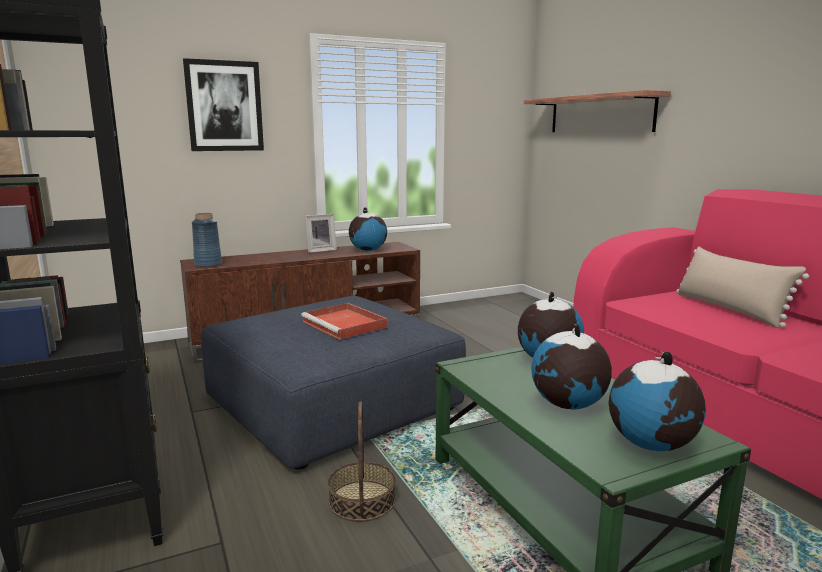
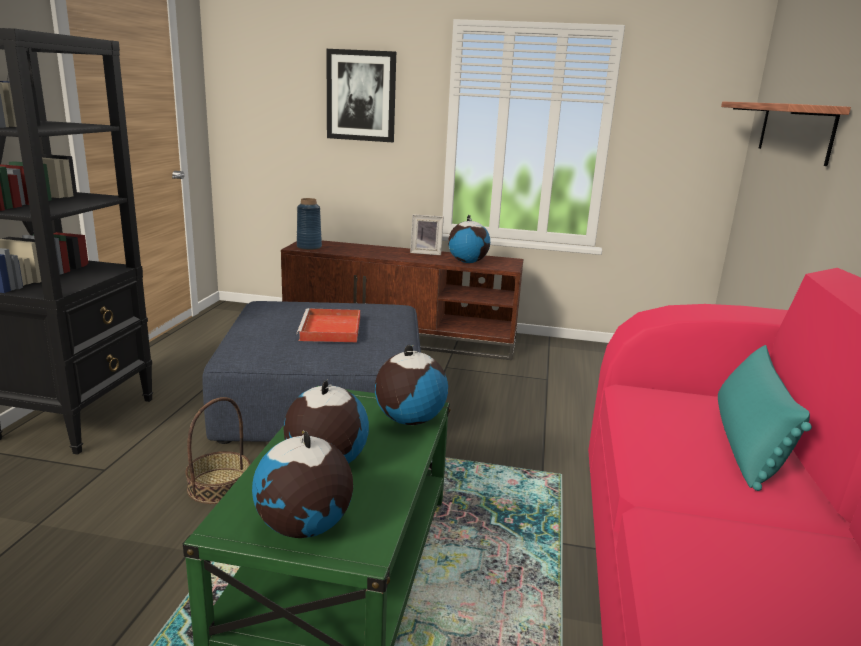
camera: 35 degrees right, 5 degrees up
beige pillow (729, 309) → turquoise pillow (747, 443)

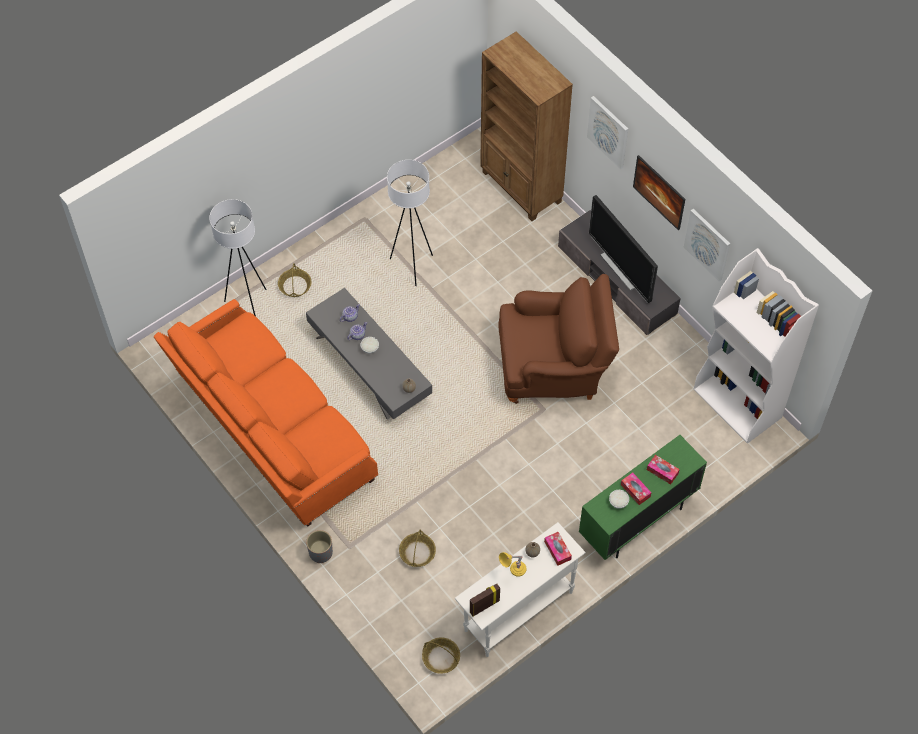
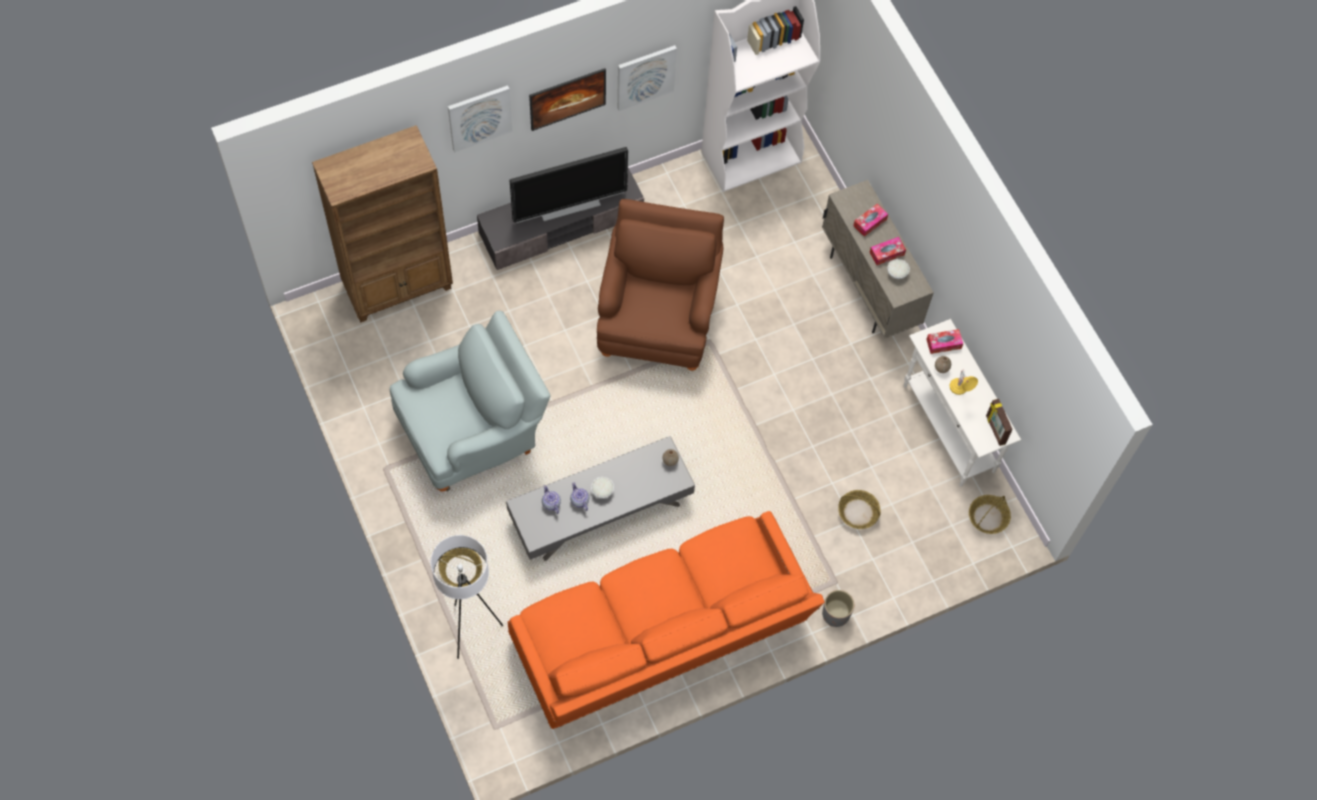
camera: 80 degrees left, 5 degrees up
white floor lamp (412, 266) → grey armchair (473, 431)
green cabinet (637, 521) → beige cabinet (868, 288)

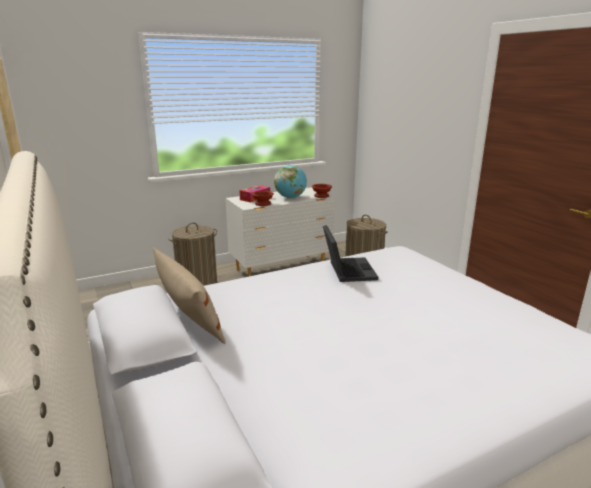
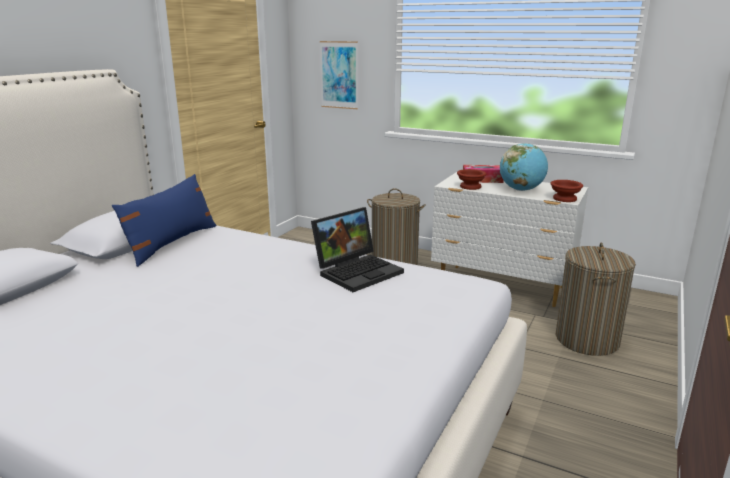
camera: 55 degrees right, 0 degrees up
beige pillow (188, 318) → blue pillow (172, 243)
- → picture (339, 75)

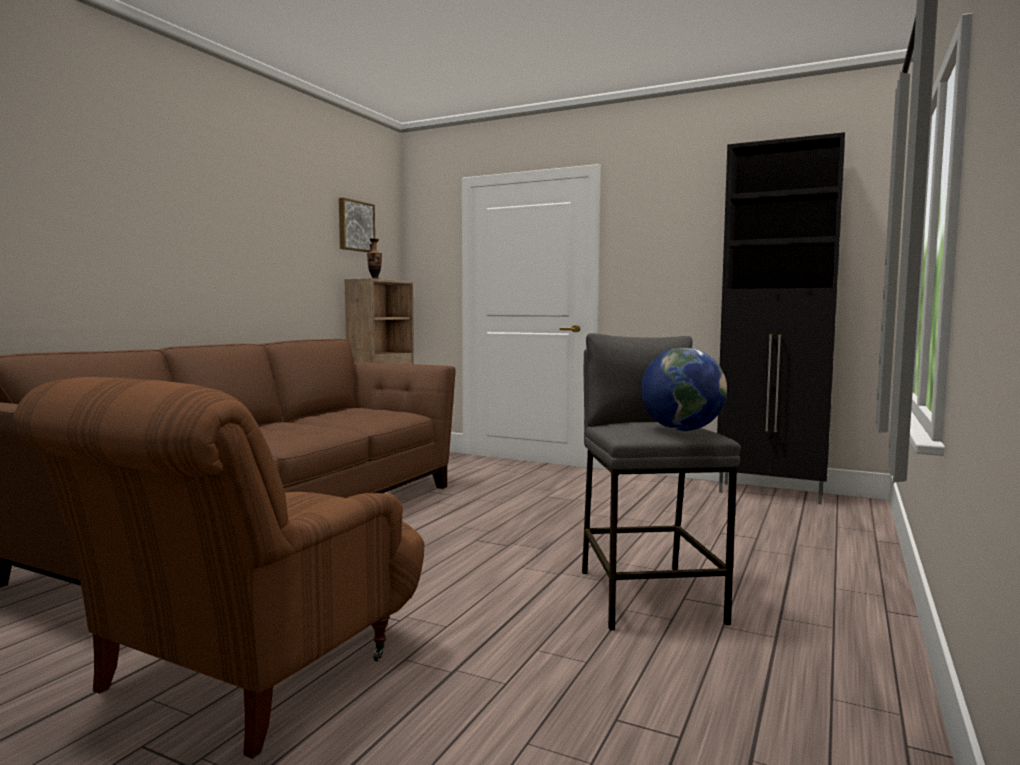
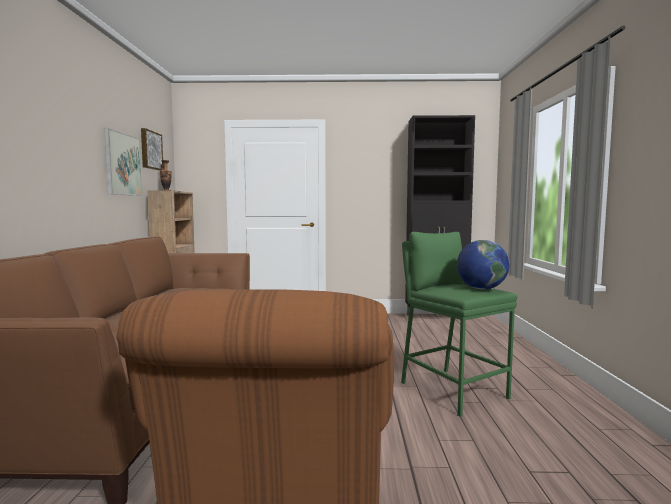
camera: 25 degrees left, 0 degrees up
grey stool (648, 595) → green stool (452, 390)
- → picture (123, 164)

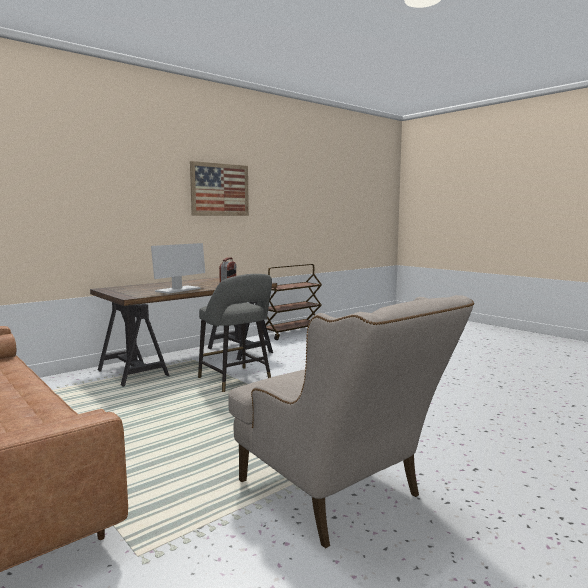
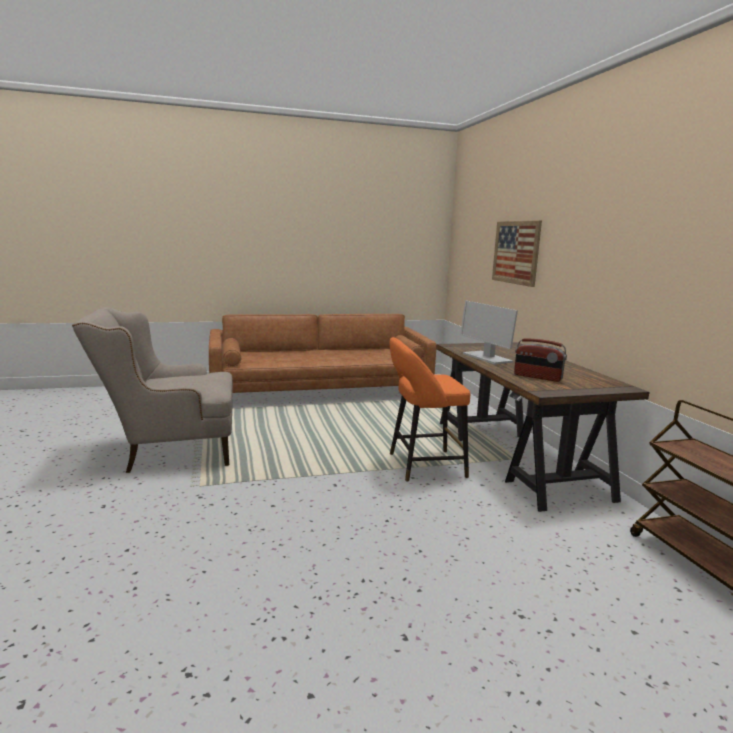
camera: 115 degrees right, 5 degrees up
picture (220, 189) → picture (516, 252), shifted
grey stool (236, 380) → orange stool (422, 466)

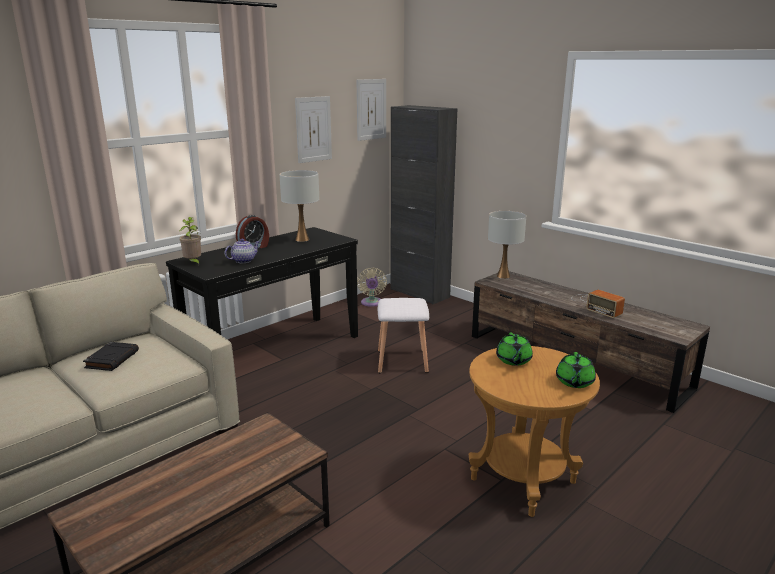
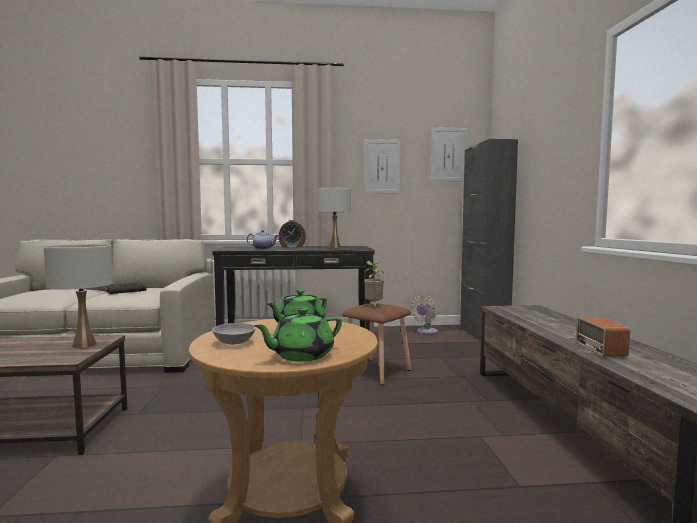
camera: 40 degrees right, 15 degrees down
white table lamp (503, 276) → white table lamp (85, 344), shifted
potted plant (193, 263) → potted plant (373, 306), shifted
white stool (401, 361) → brown stool (376, 371)
- → grey bowl (234, 343)

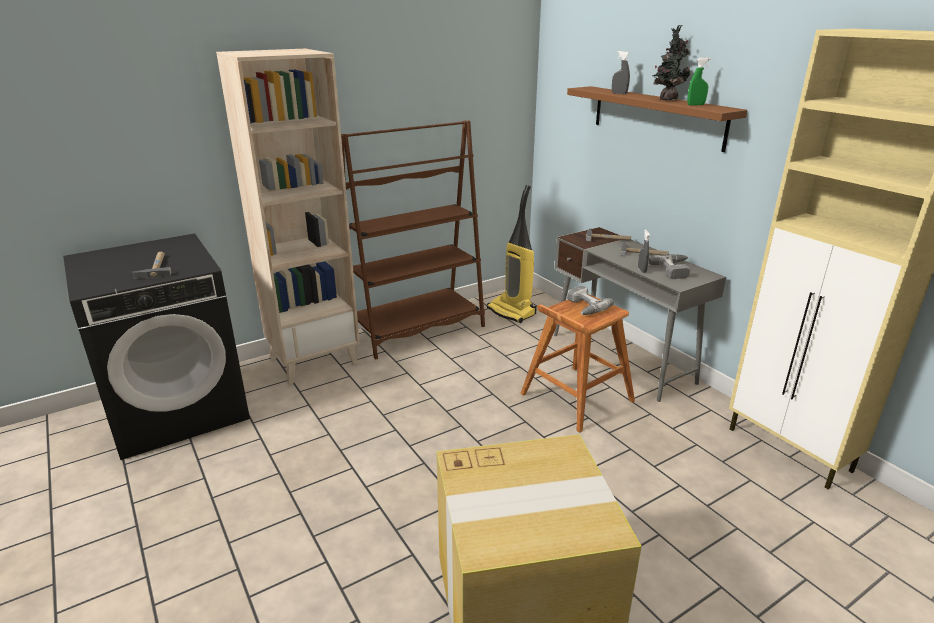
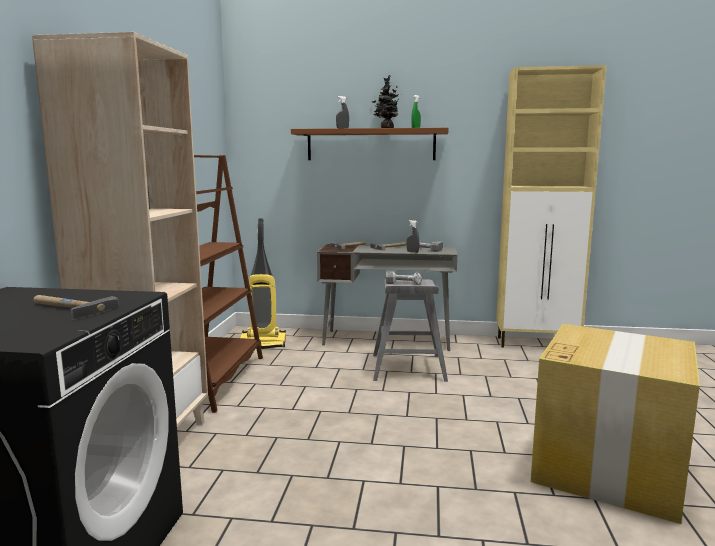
camera: 50 degrees left, 15 degrees down
brown stool (575, 398) → grey stool (408, 368)

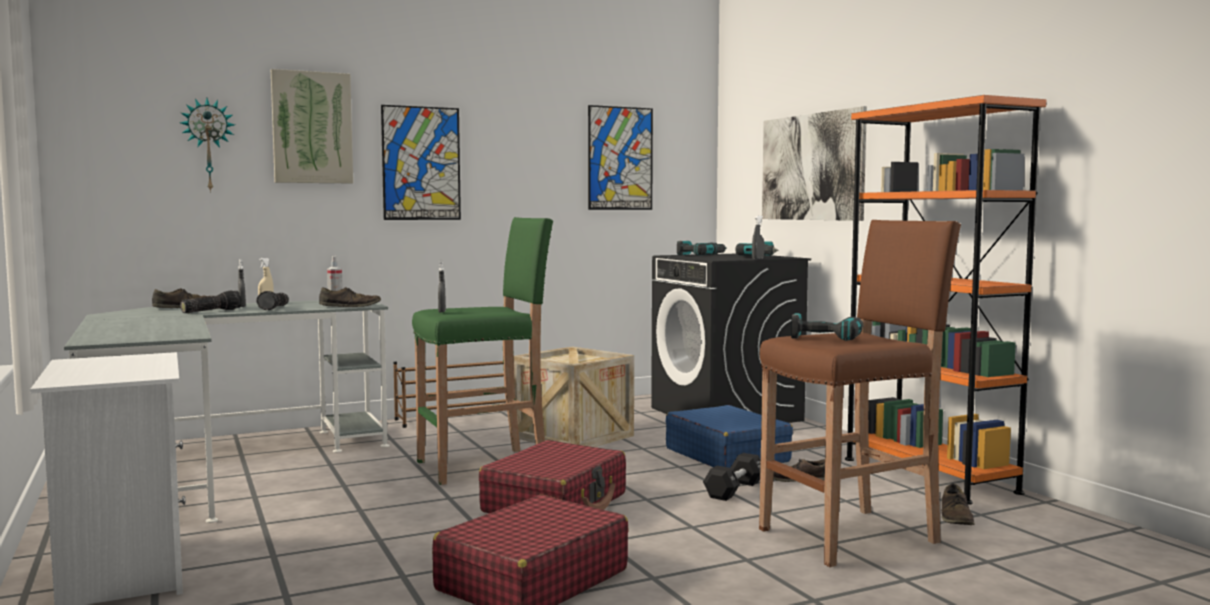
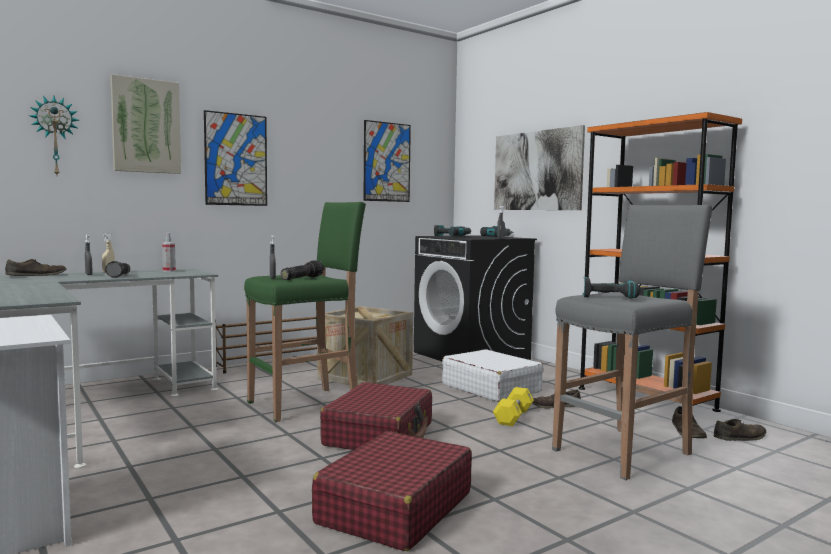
camera: 10 degrees left, 0 degrees up
brown stool (852, 536) → grey stool (624, 451)
brown shoe (350, 306) → brown shoe (740, 437), shifted
flashlight (211, 311) → flashlight (301, 278), shifted
blue suitcase (727, 455) → white suitcase (491, 388)
black dumbbell (734, 490) → yellow dumbbell (513, 416)

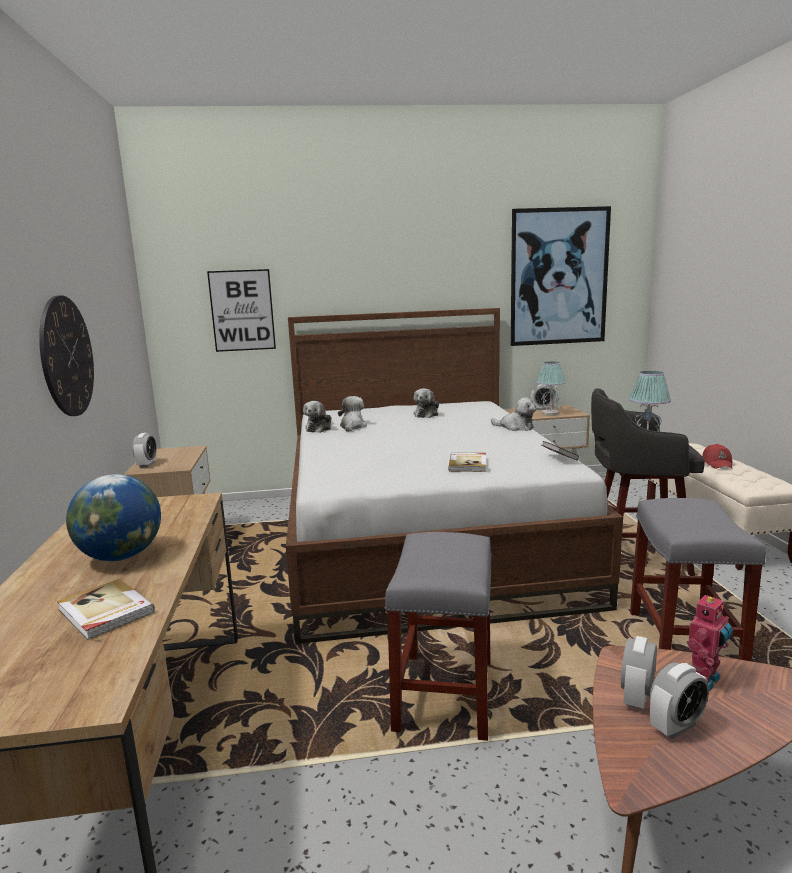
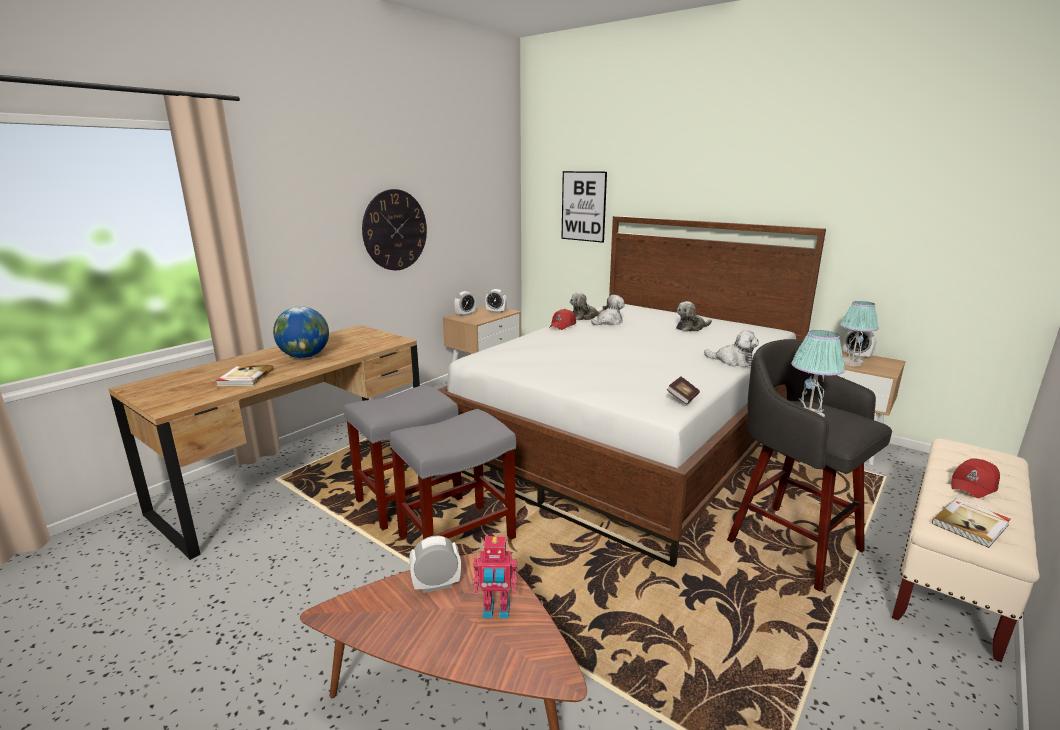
camera: 45 degrees right, 5 degrees up
picture (559, 277) → -
plush toy (516, 427) → plush toy (732, 361), 45 degrees counterclockwise
book (468, 464) → book (971, 524), shifted
grey stool (685, 643) → grey stool (408, 501), shifted
alarm clock (676, 726) → alarm clock (496, 312), shifted
- → red cap (563, 325)

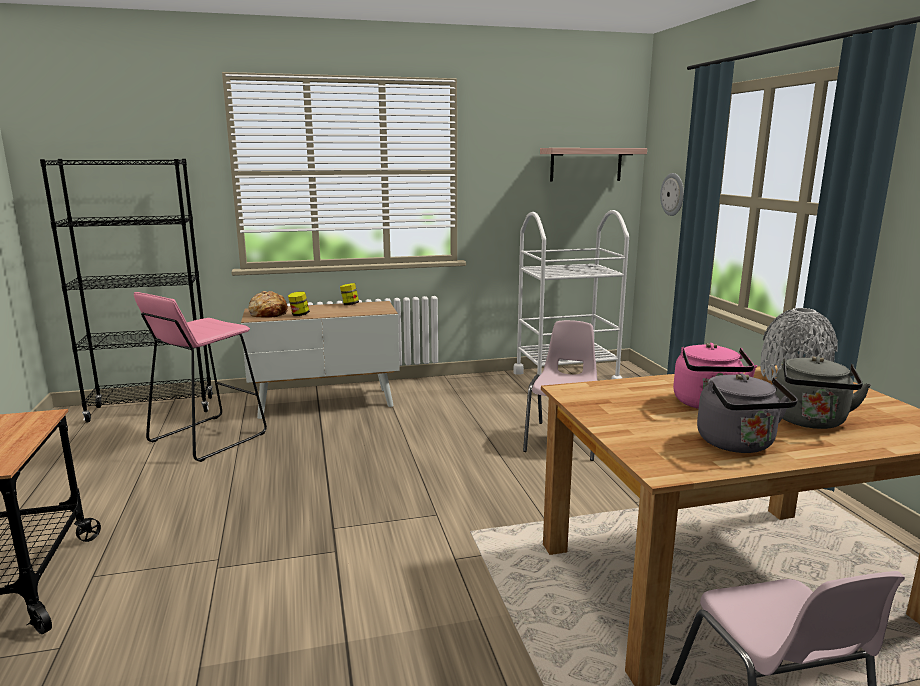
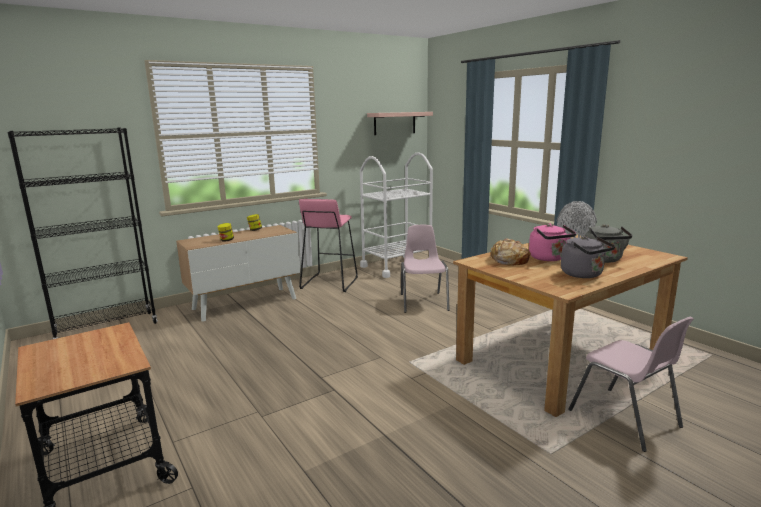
camera: 20 degrees left, 0 degrees up
wall clock (673, 194) → -
bread (268, 313) → bread (508, 260), shifted
pink stool (207, 438) → pink stool (329, 283), shifted

